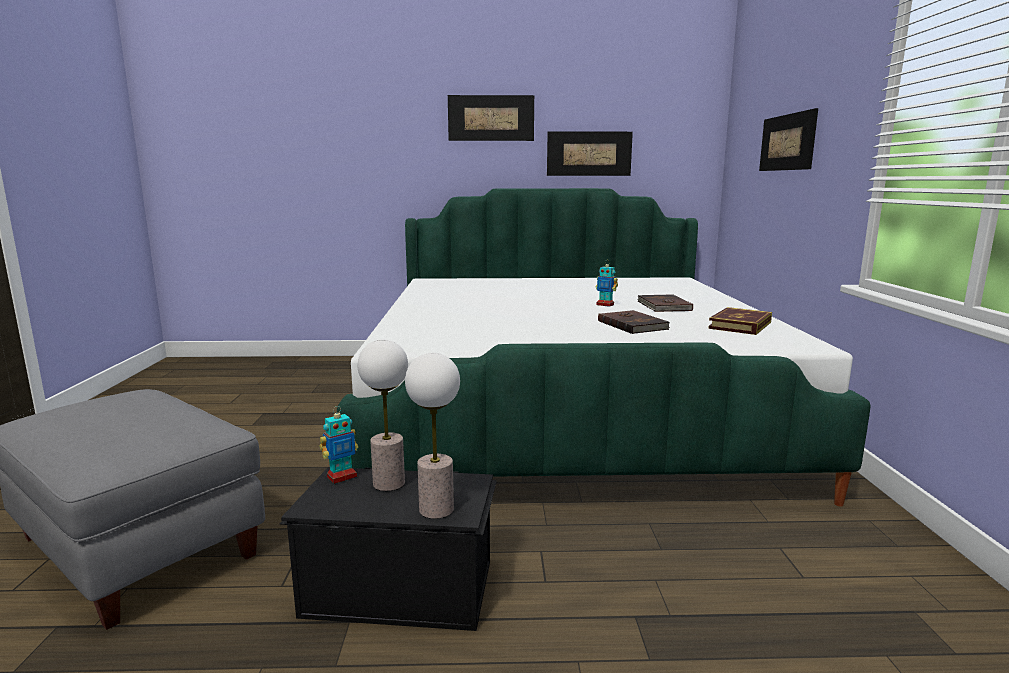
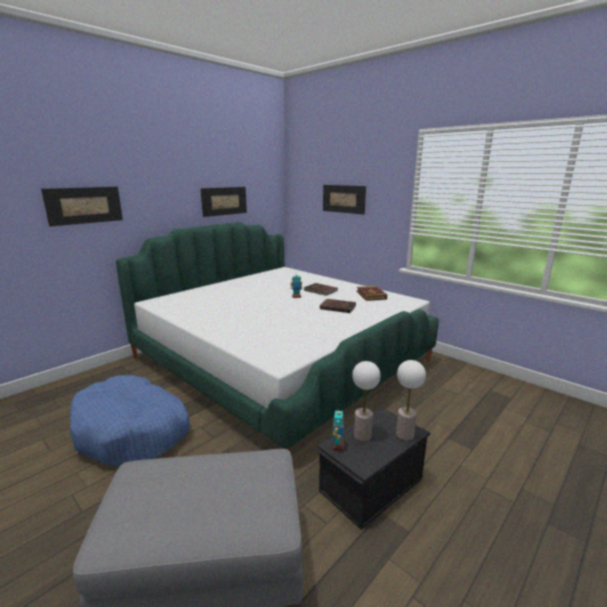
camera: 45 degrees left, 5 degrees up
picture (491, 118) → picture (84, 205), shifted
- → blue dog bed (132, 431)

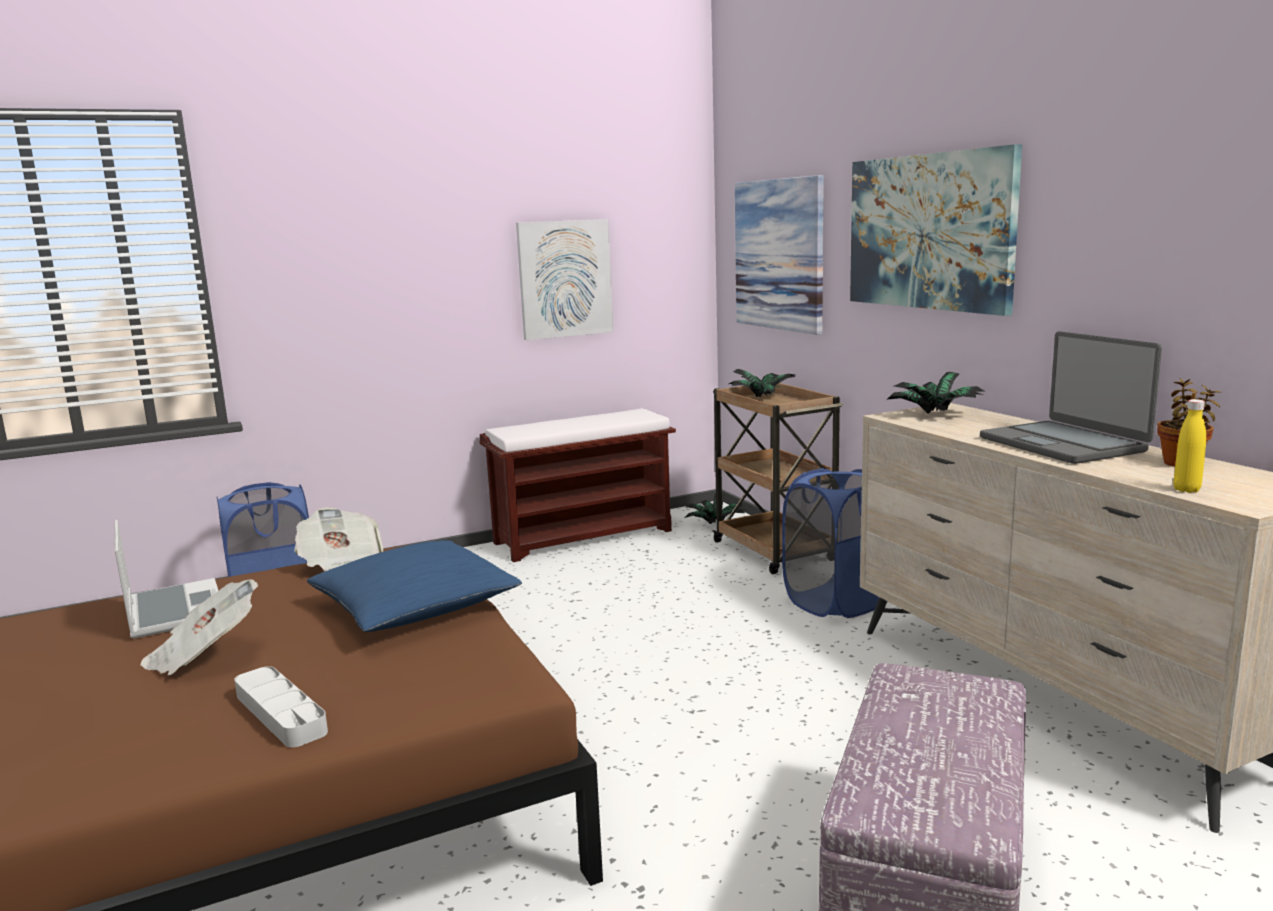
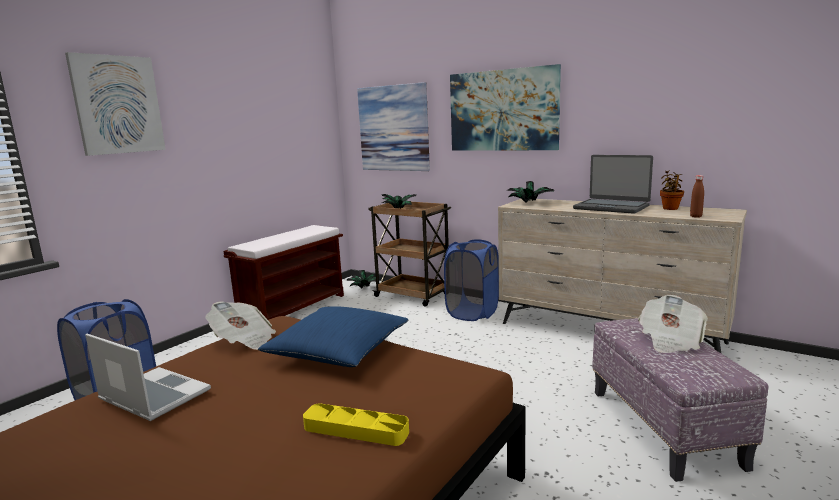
camera: 30 degrees left, 0 degrees up
picture (565, 279) → picture (117, 105), shifted
yellow bottle (1186, 490) → brown bottle (696, 216)
newspaper (204, 655) → newspaper (670, 340), shifted
grey tray (280, 713) → yellow tray (356, 430)

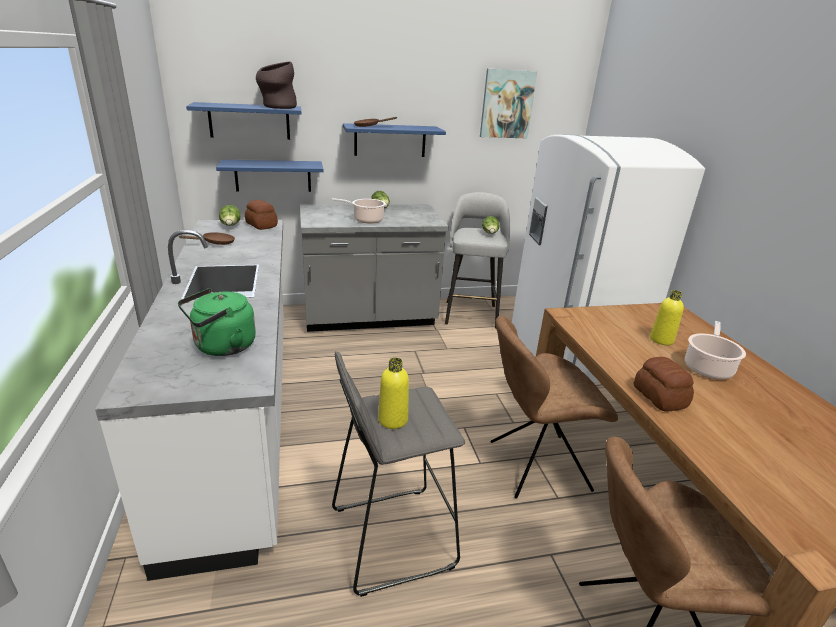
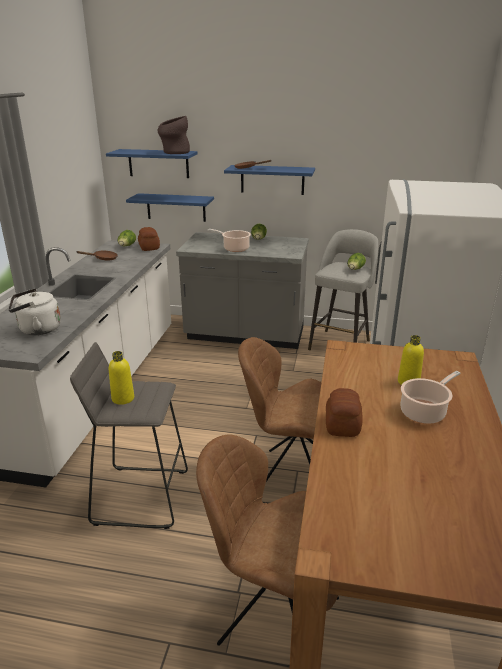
camera: 25 degrees right, 0 degrees up
picture (507, 104) → -
green kettle (222, 347) → white kettle (37, 330)

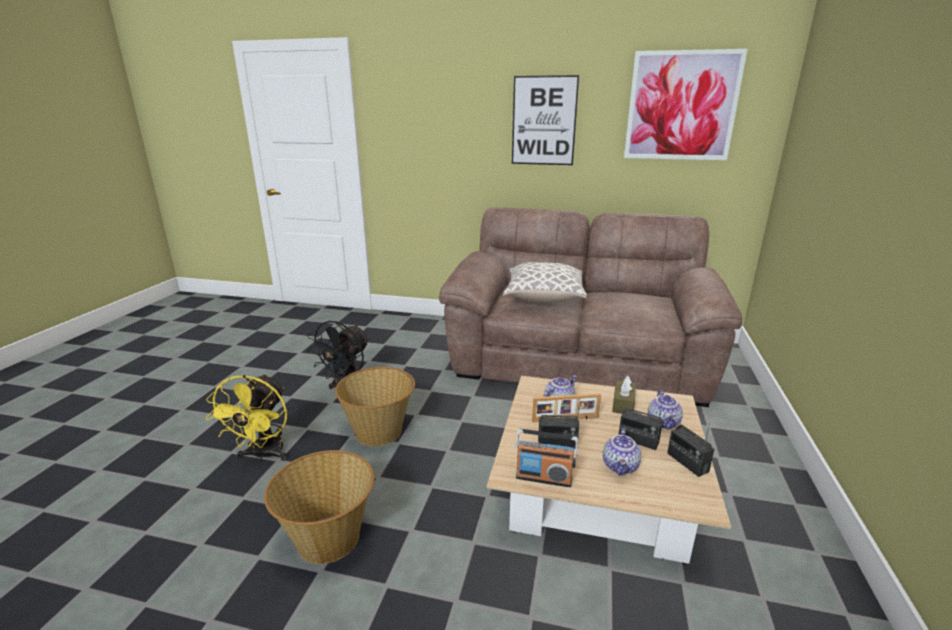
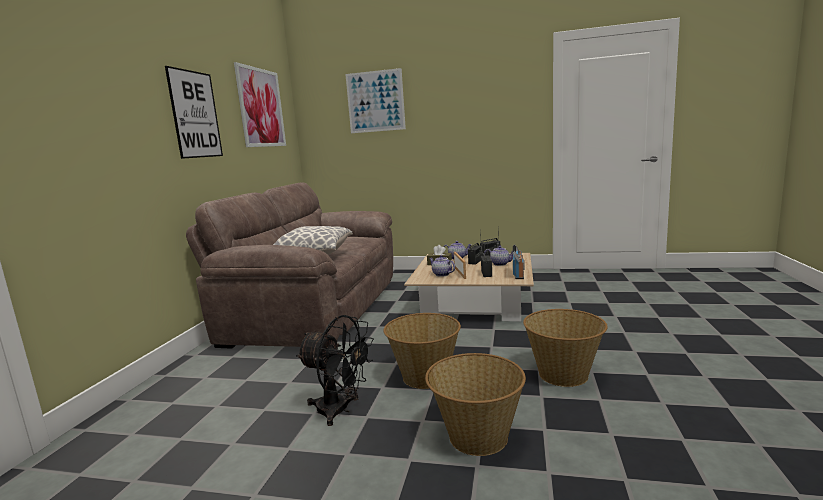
camera: 90 degrees left, 10 degrees down
yellow fan (264, 455) → basket (477, 437)
- → picture (375, 101)

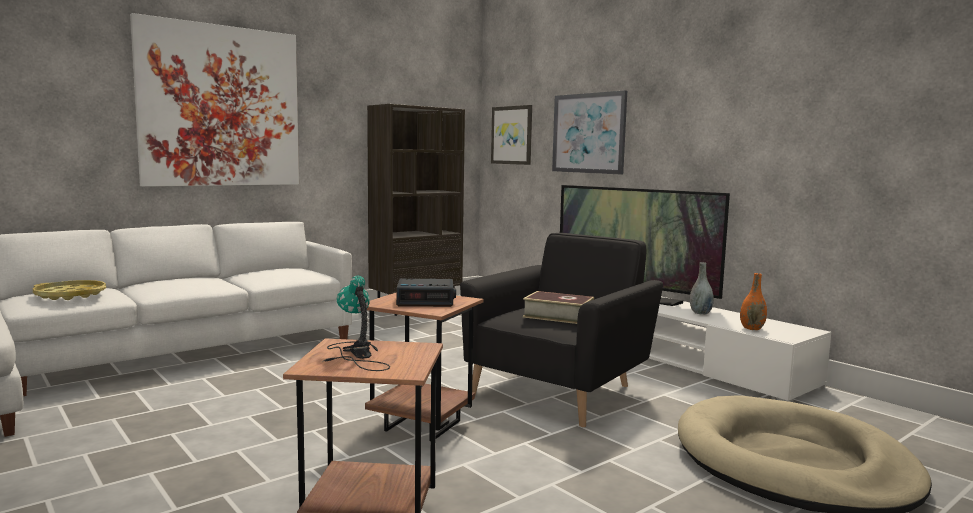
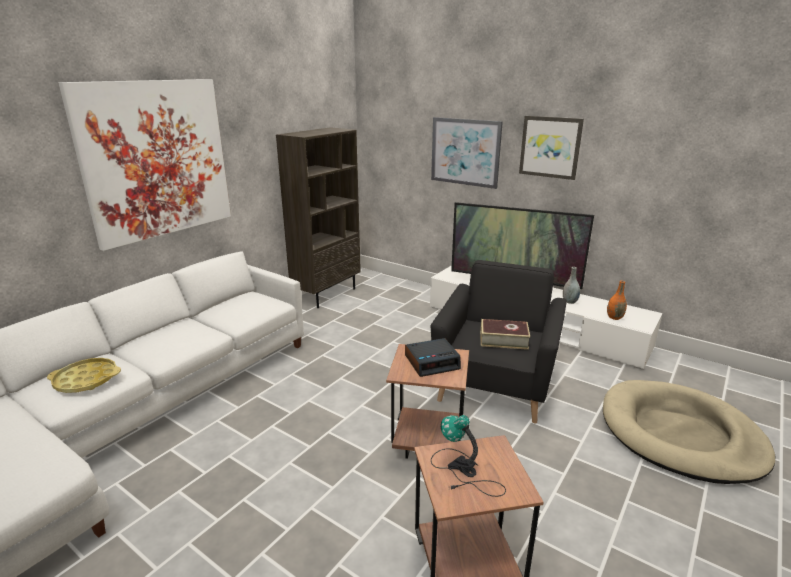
camera: 15 degrees left, 15 degrees up
picture (512, 135) → picture (550, 147), shifted

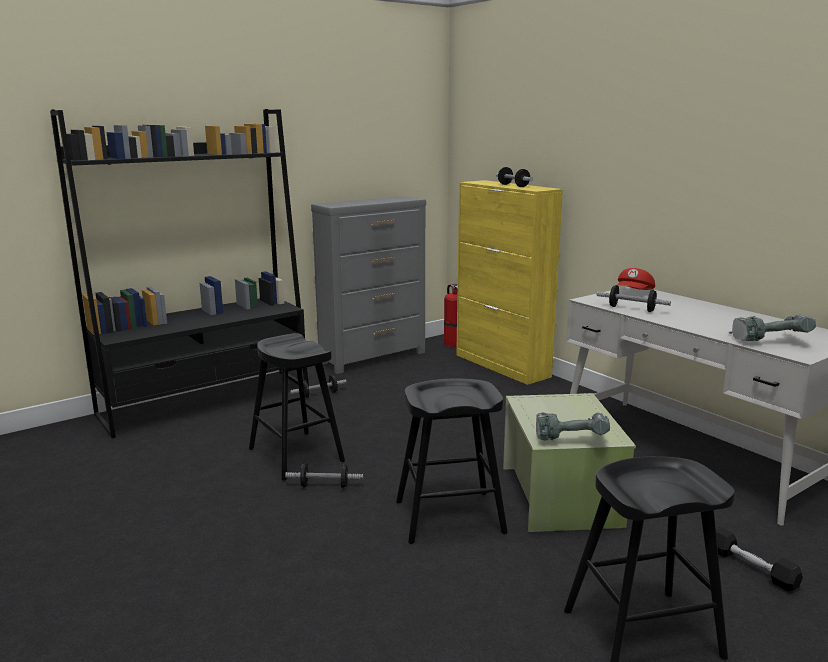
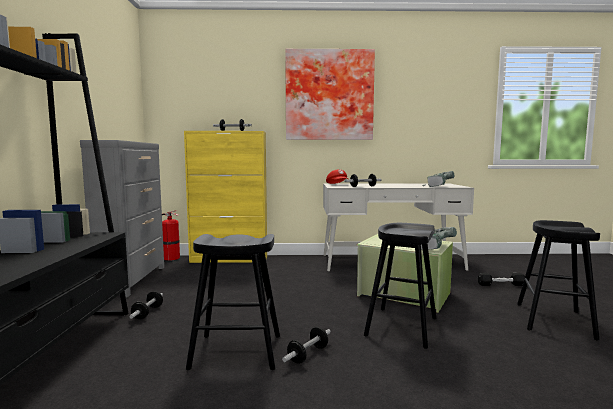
camera: 55 degrees left, 10 degrees down
- → picture (329, 95)

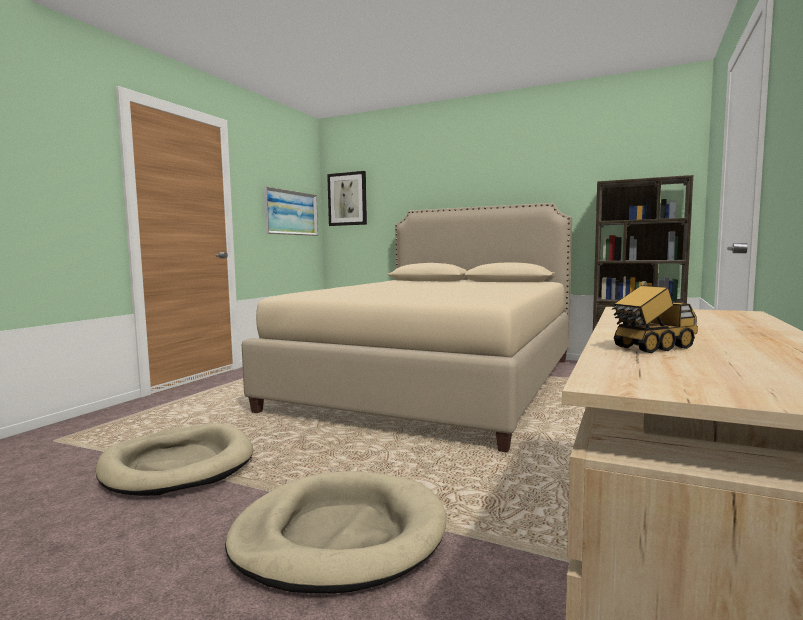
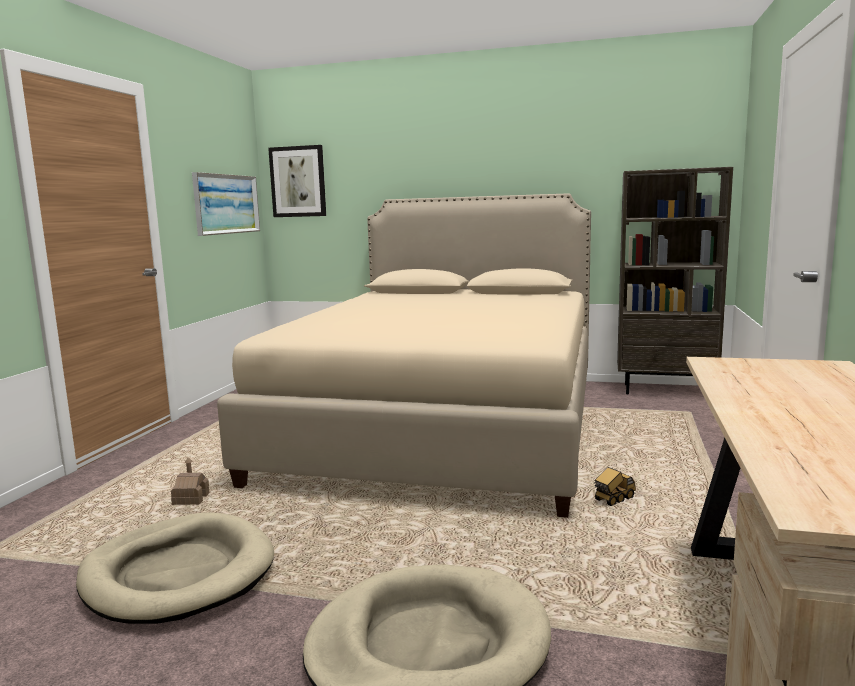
camera: 10 degrees left, 5 degrees up
toy truck (652, 348) → toy truck (613, 499), shifted
- → toy house (191, 499)

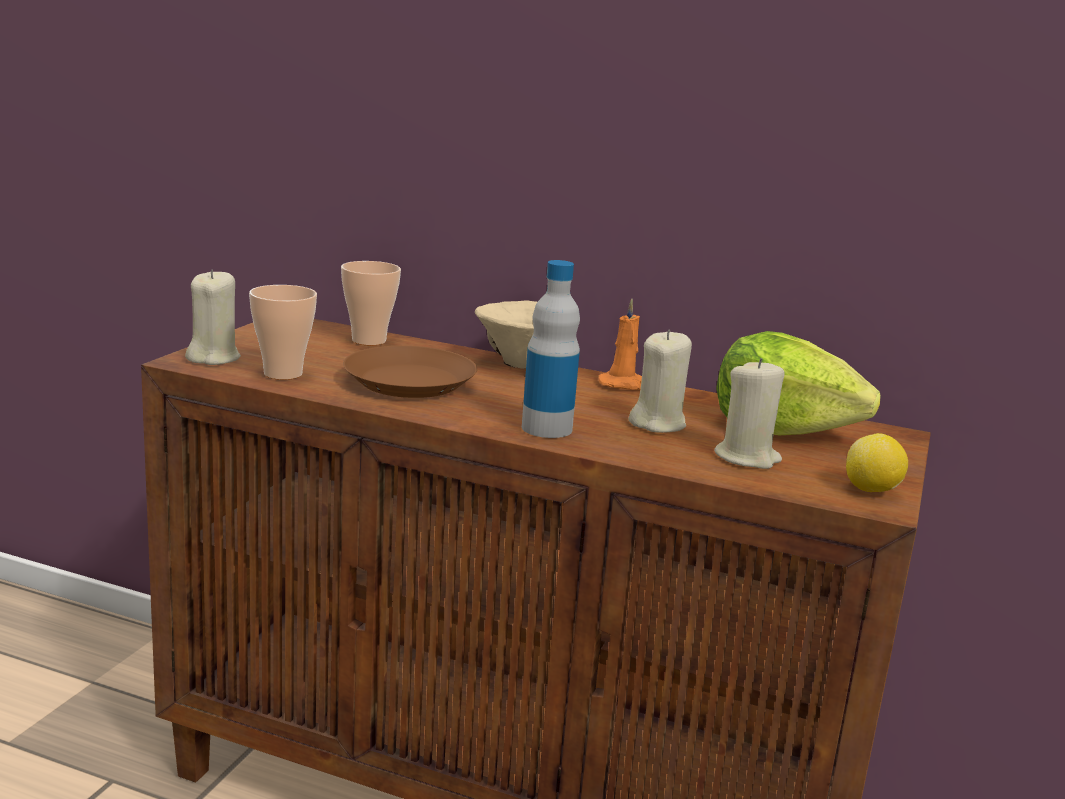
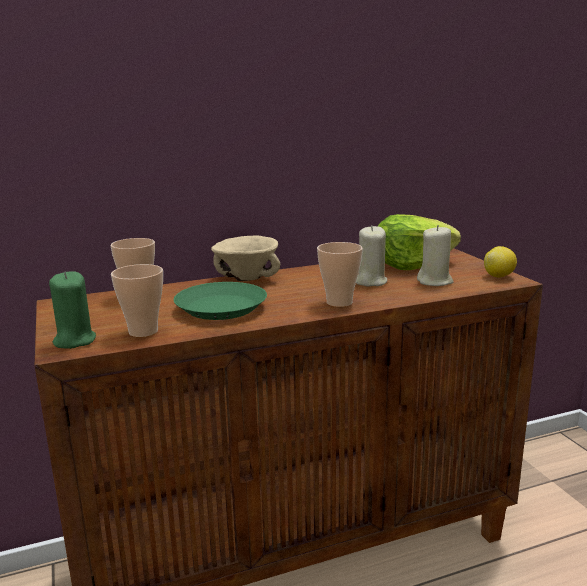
camera: 40 degrees left, 0 degrees up
bottle (547, 428) → cup (339, 302)
beige candle (213, 358) → green candle (74, 340)
orange candle (625, 384) → -
brown plate (411, 382) → green plate (222, 307)

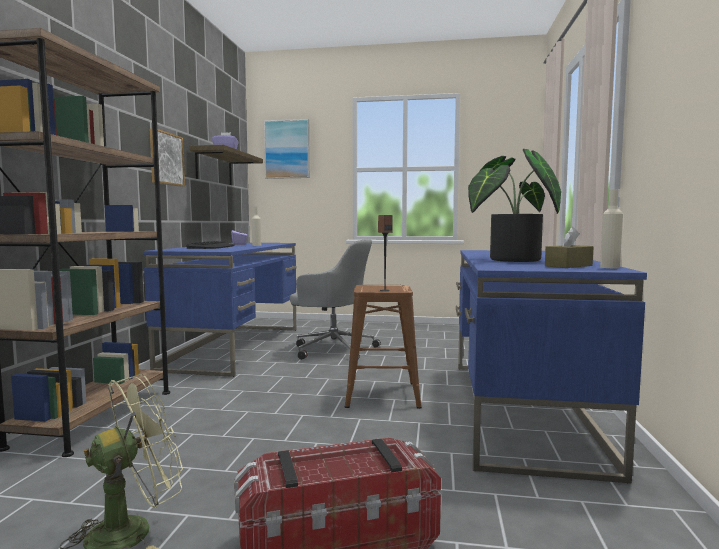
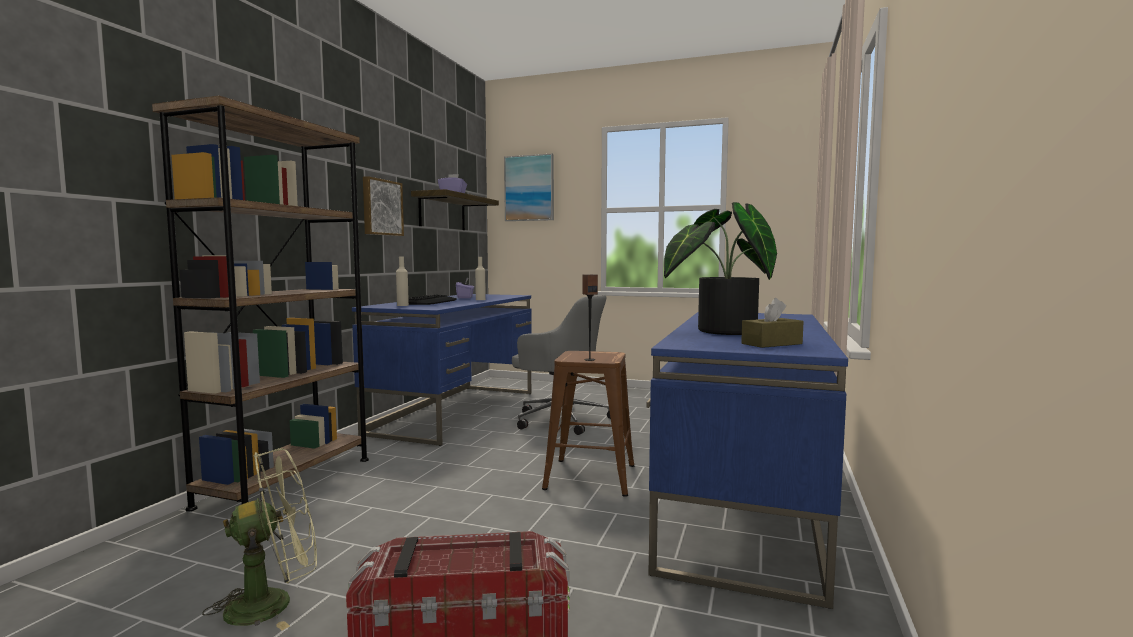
camera: 10 degrees right, 0 degrees up
beige bottle (609, 267) → beige bottle (402, 305), shifted

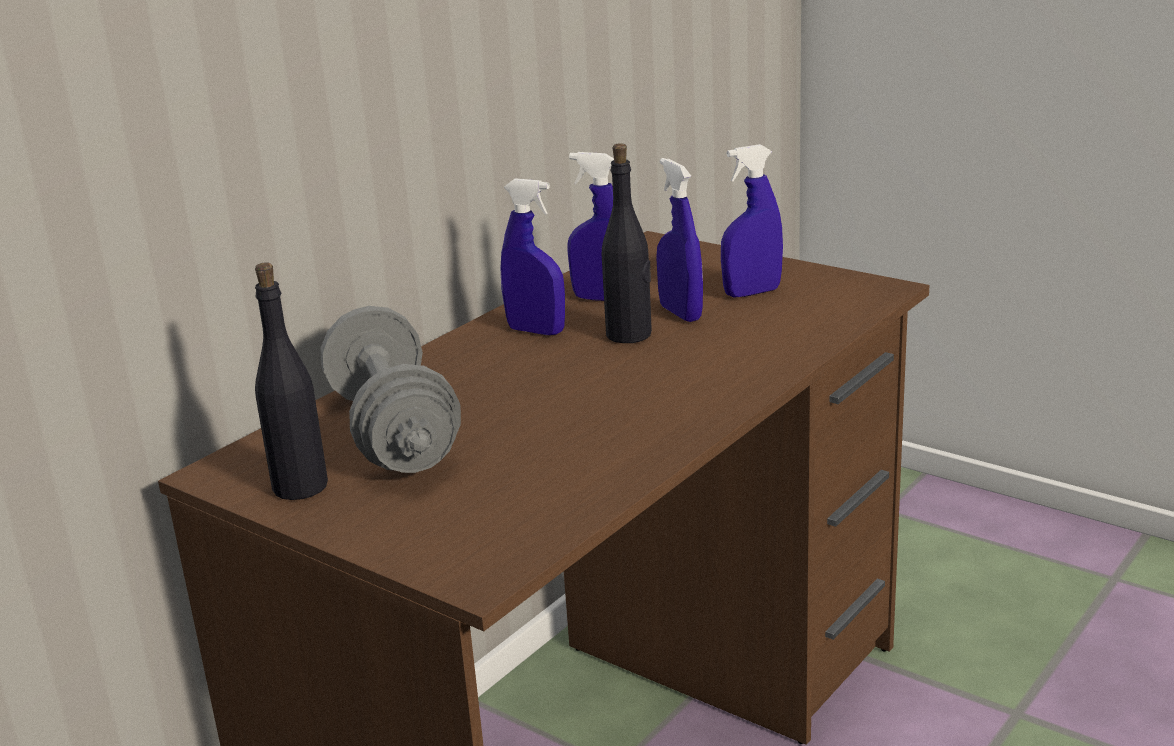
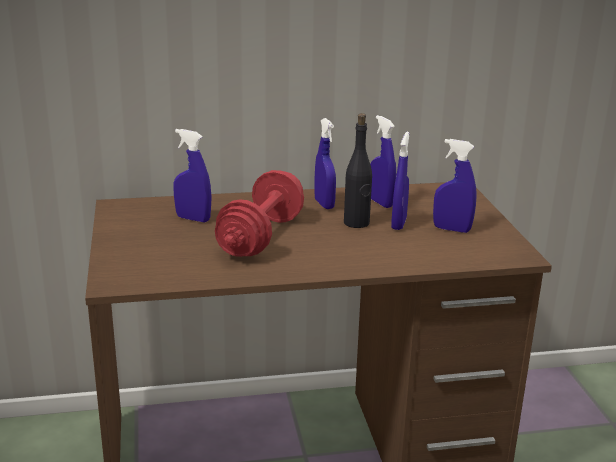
camera: 40 degrees right, 0 degrees up
black bottle (300, 486) → -
grey dumbbell (393, 432) → blue spray bottle (193, 219)
- → red dumbbell (261, 236)

